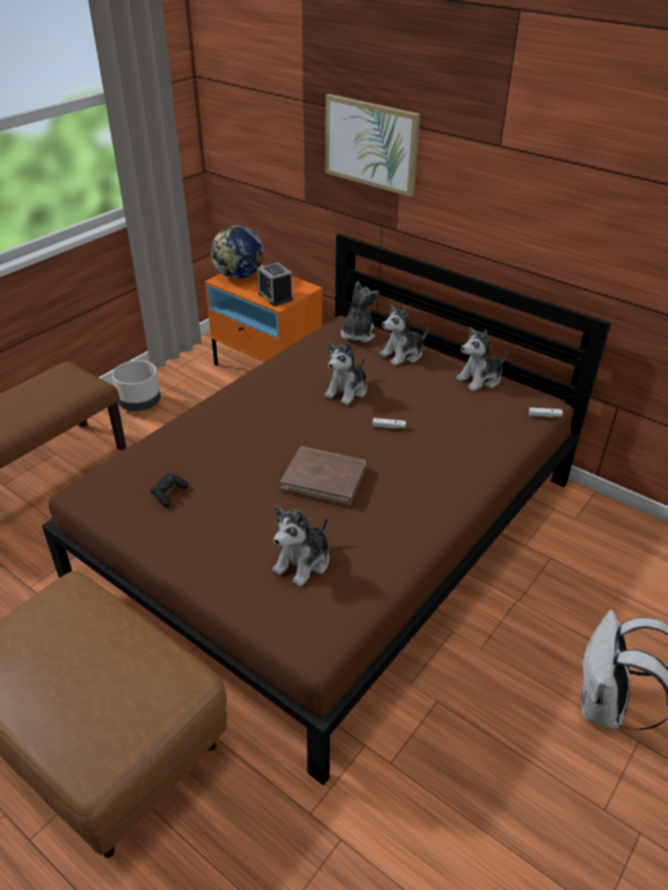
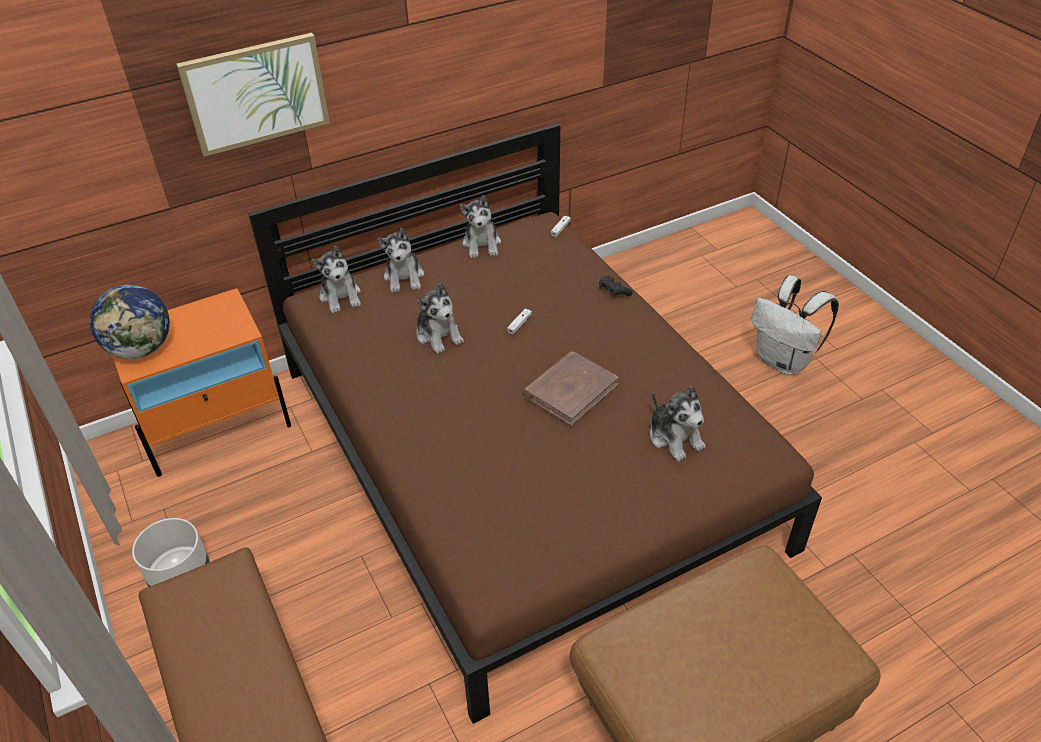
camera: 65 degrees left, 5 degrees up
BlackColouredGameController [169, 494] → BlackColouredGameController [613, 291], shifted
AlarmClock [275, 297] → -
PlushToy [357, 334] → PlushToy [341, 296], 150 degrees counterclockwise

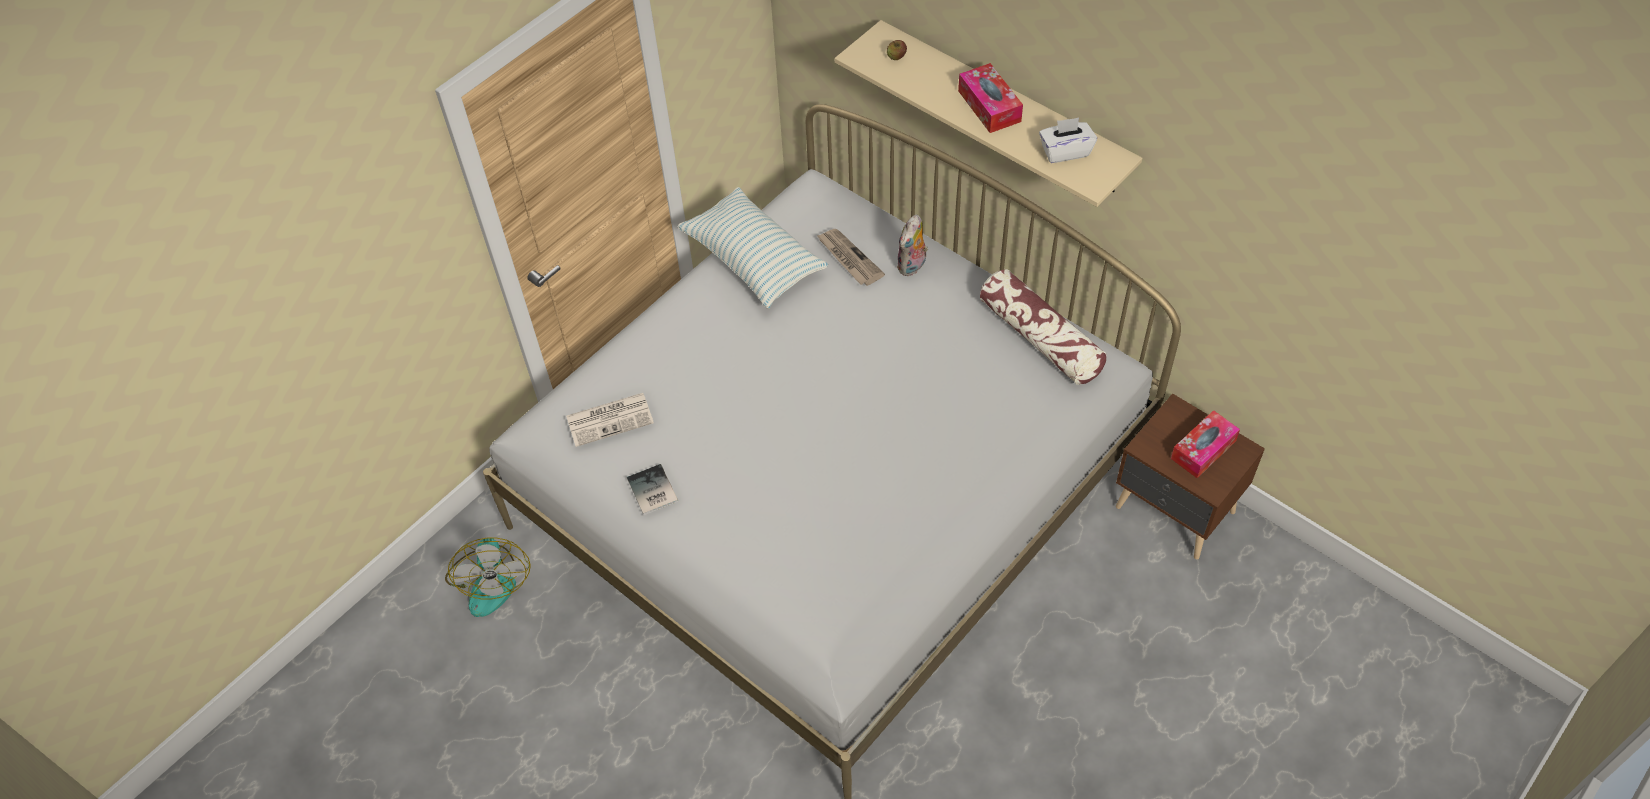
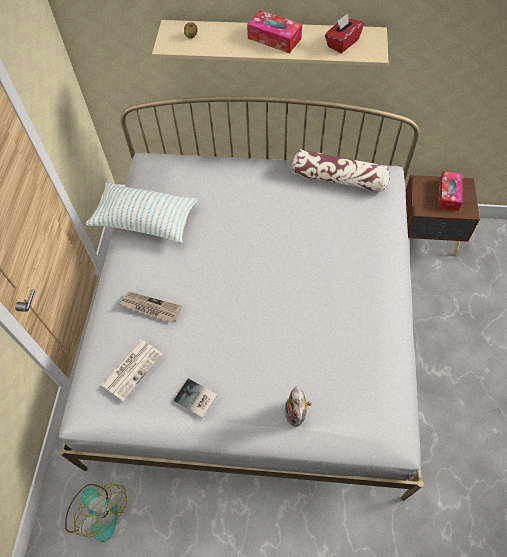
camera: 35 degrees left, 5 degrees up
PrintedPaper [849, 258] → PrintedPaper [150, 308], shifted
PlushToy [912, 266] → PlushToy [297, 414], shifted
WhiteColouredBoxOfTissues [1065, 151] → RedBoxOfTissues [342, 43]

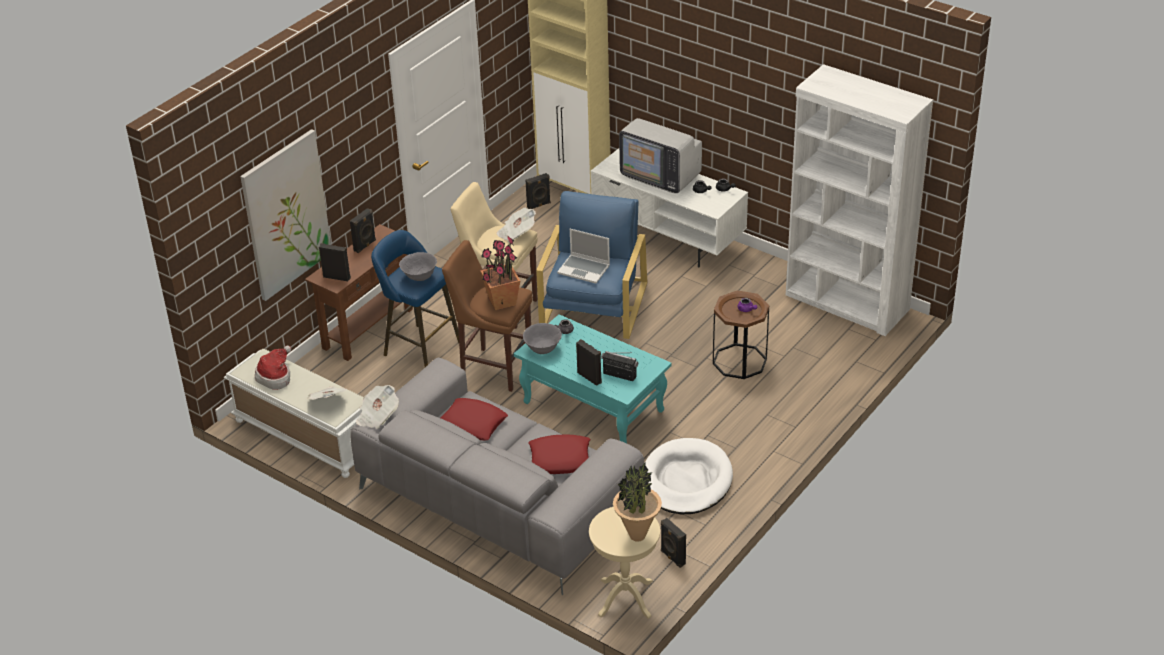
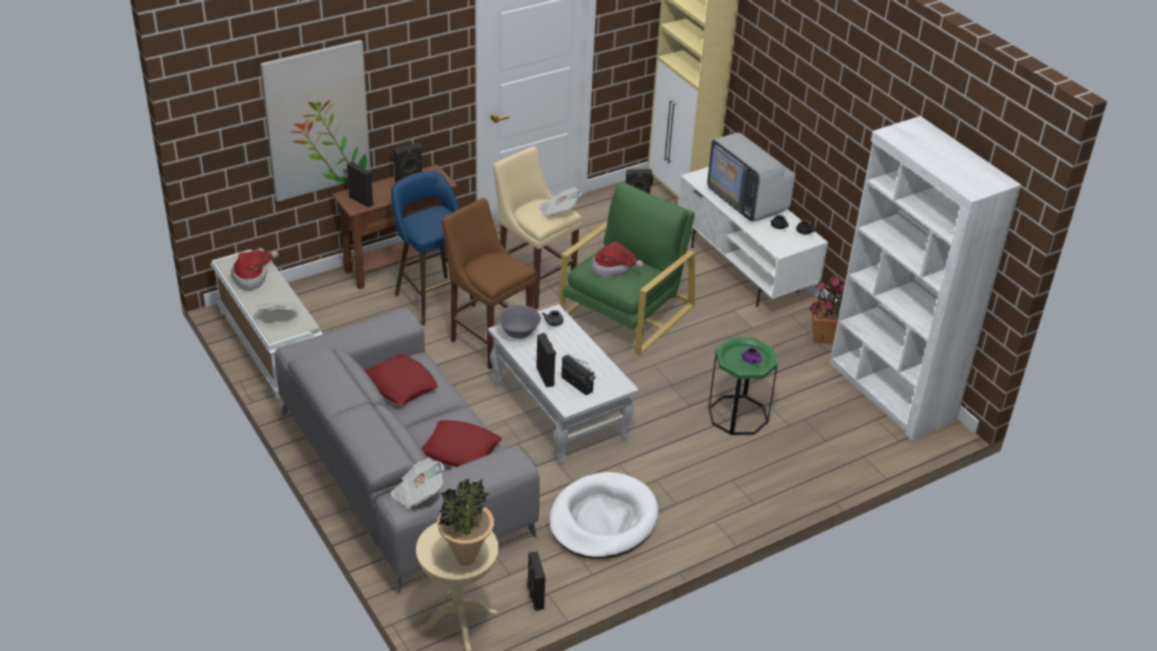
camera: 20 degrees right, 0 degrees up
PrintedPaper [377, 416] → PrintedPaper [418, 493], shifted
GreyishServingBowl [419, 277] → -
PottedPlant [501, 301] → PottedPlant [823, 336], shifted
TurquoiseColouredLowTable [592, 406] → WhiteColouredLowTable [558, 410]
BluishLoungeChair [593, 306] → GreenLoungeChair [626, 312]
PortableComputer [584, 269] → ClothingHat [613, 269]
BrownishSideTable [739, 361] → GreenSideTable [738, 415]

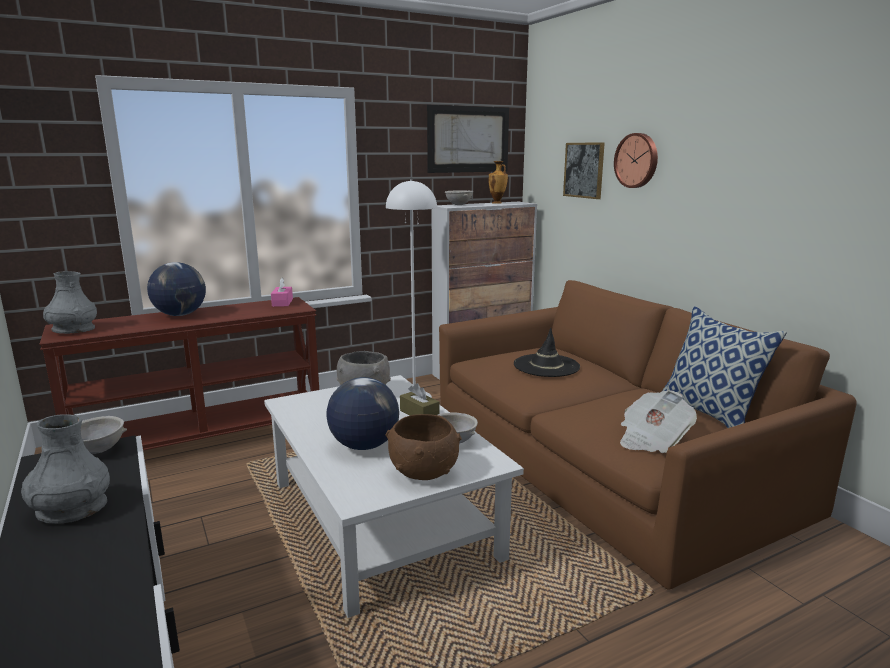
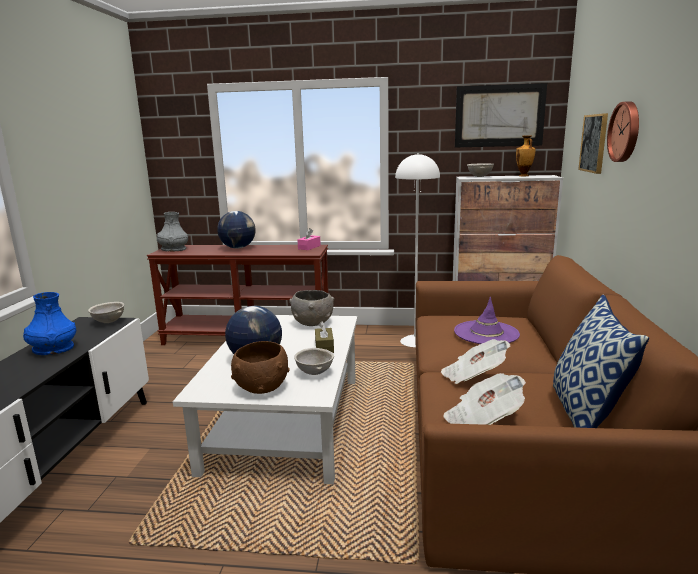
camera: 35 degrees right, 0 degrees up
GreyishFlowerVase [72, 509] → BluishFlowerVase [53, 349]
BlackColouredClothingHat [546, 366] → PurpleClothingHat [486, 333]
- → PrintedPaper [473, 376]

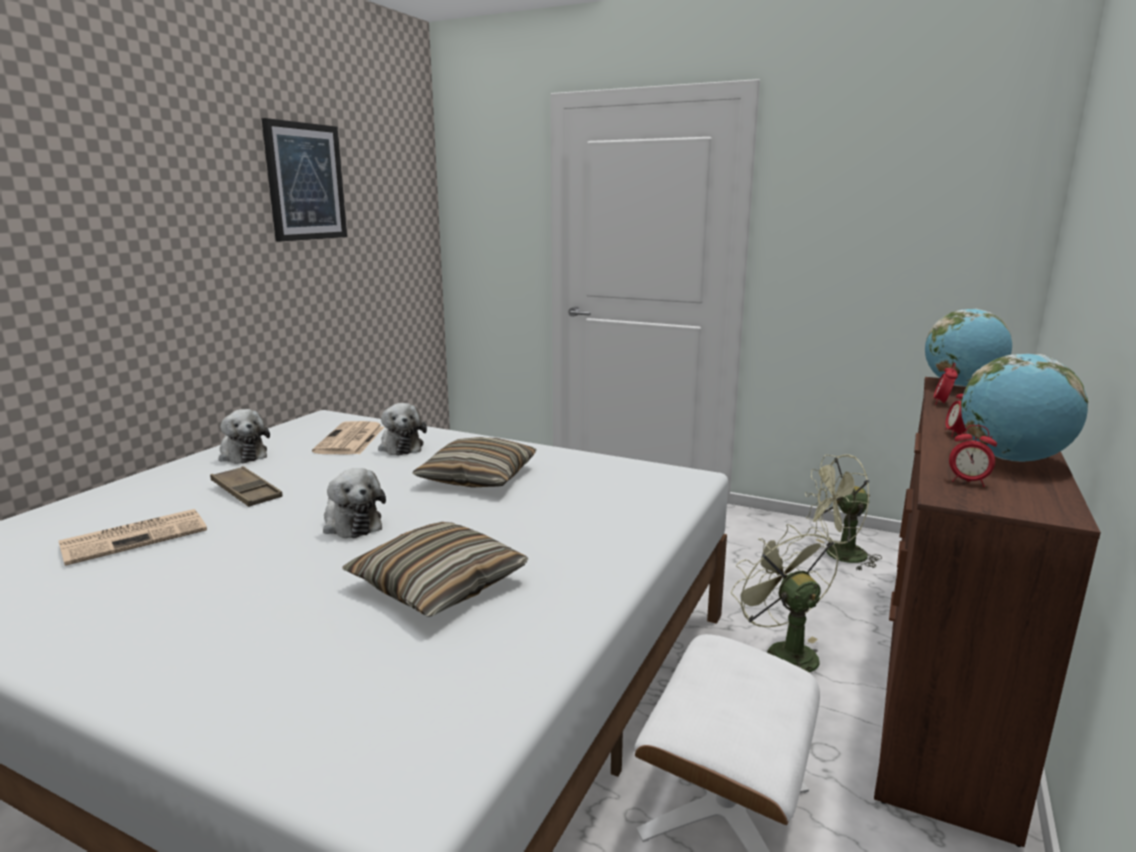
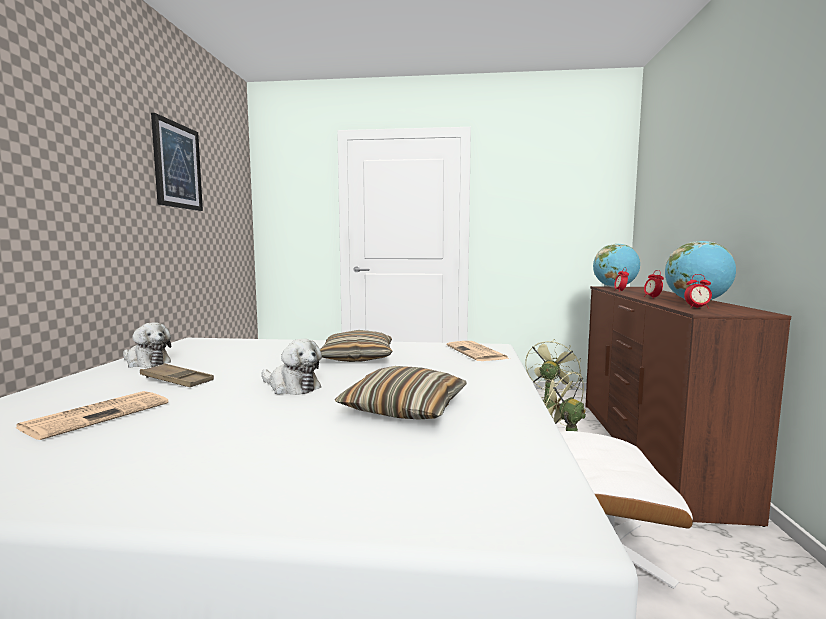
camera: 20 degrees left, 10 degrees down
PrintedPaper [350, 440] → PrintedPaper [477, 352], shifted
PlushToy [400, 446] → -
GreenFan [838, 556] → GreenFan [549, 404], 150 degrees clockwise

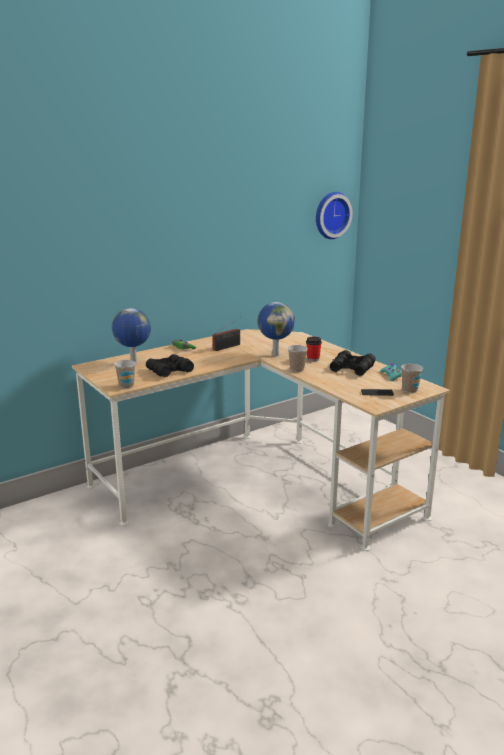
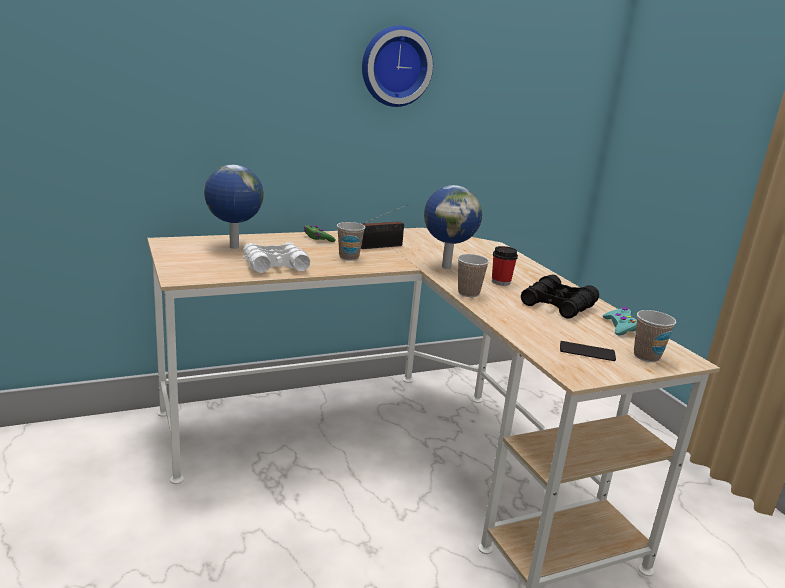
camera: 10 degrees right, 0 degrees up
Cup [126, 386] → Cup [349, 257], shifted
BlackColouredPairOfBinoculars [169, 371] → WhiteColouredPairOfBinoculars [275, 266]
HangingClock [331, 215] → HangingClock [395, 66], shifted

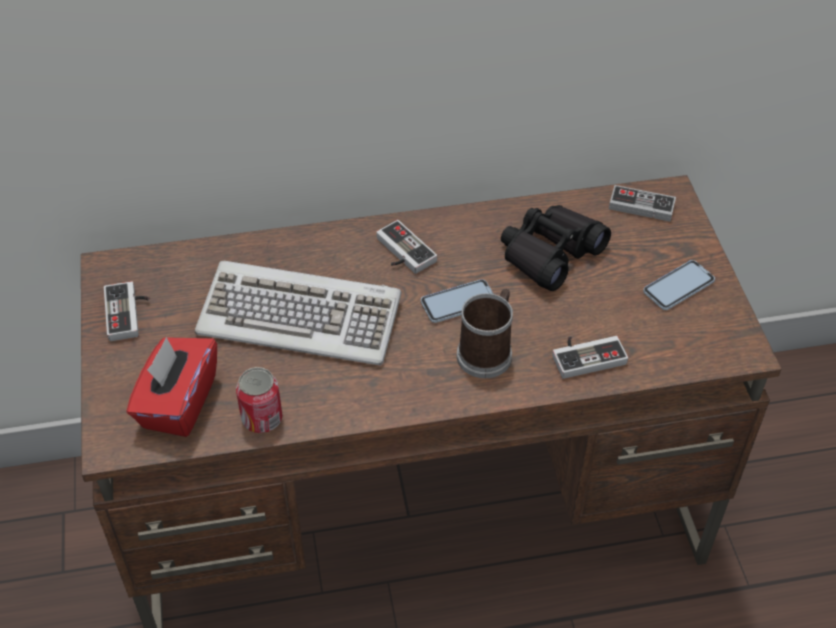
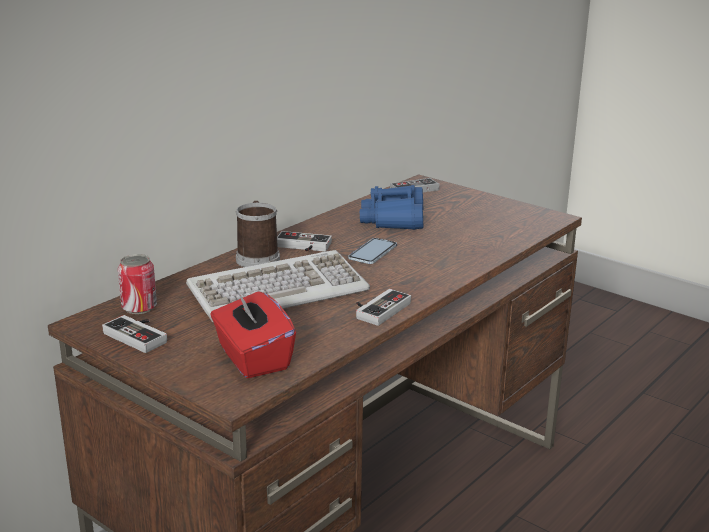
camera: 40 degrees left, 25 degrees down
Can [262, 418] → Can [139, 307], shifted
CoffeeMug [487, 352] → CoffeeMug [257, 257], shifted
BlackColouredPairOfBinoculars [550, 253] → BluishPairOfBinoculars [394, 219]
GameController [586, 355] → GameController [378, 309], shifted
Telephone [678, 286] → -

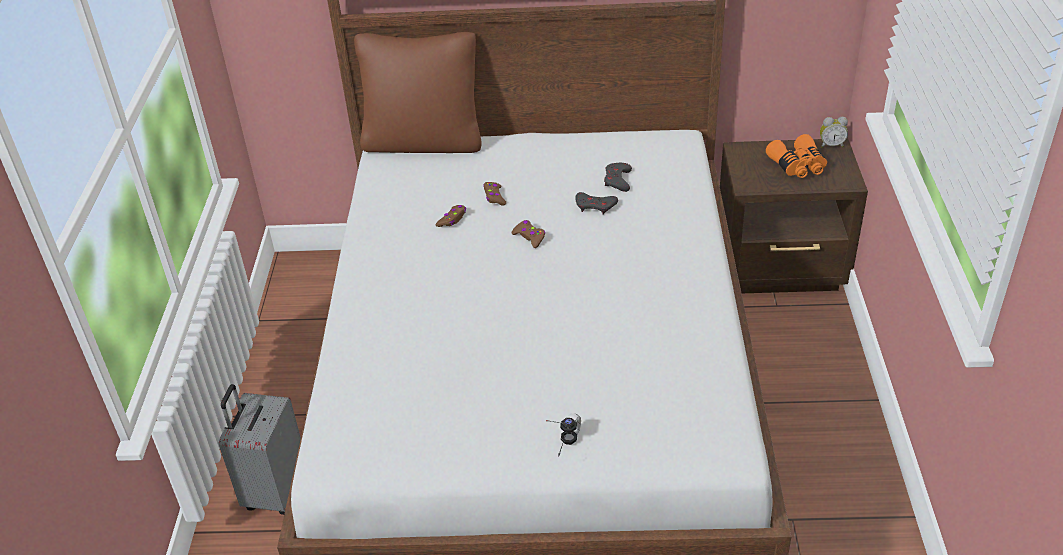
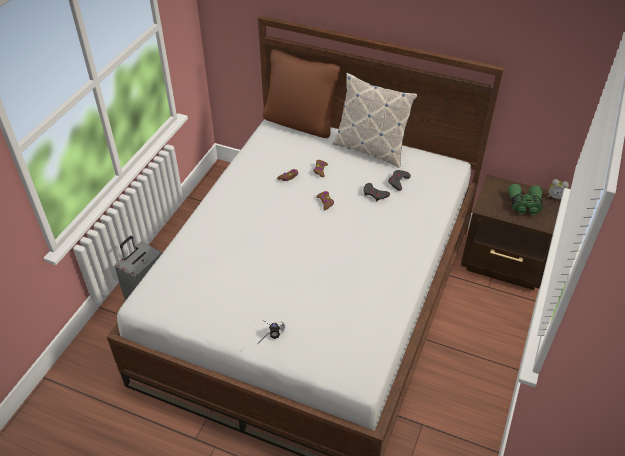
camera: 20 degrees right, 5 degrees up
OrangeyPairOfBinoculars [798, 166] → GreenPairOfBinoculars [525, 205]
- → ThrowPillow [370, 149]

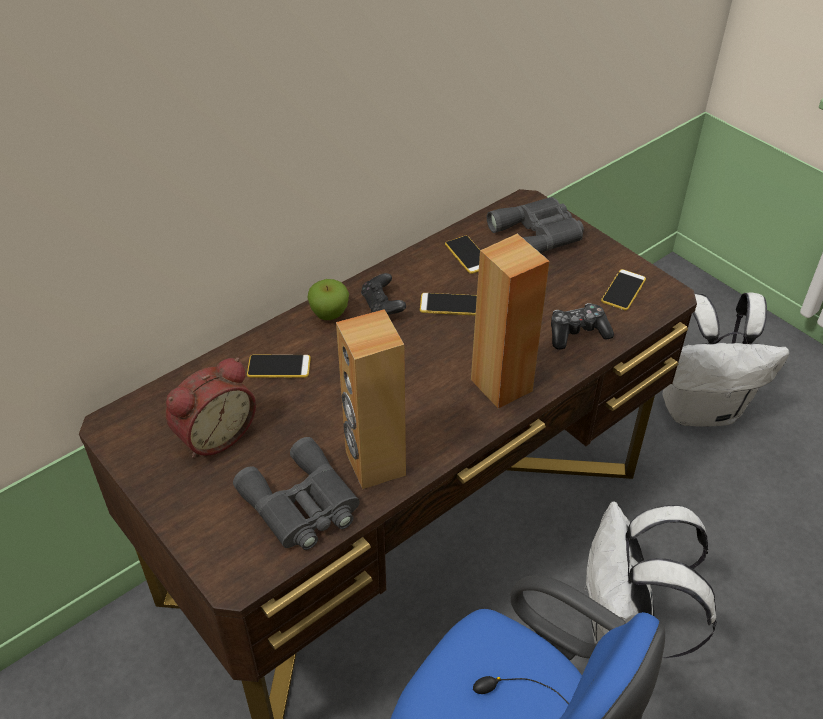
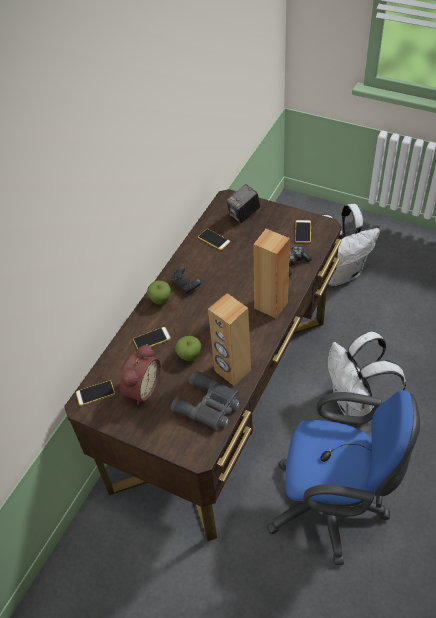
camera: 20 degrees left, 5 degrees up
Telephone [449, 305] → Telephone [95, 393], shifted
GreyishPairOfBinoculars [539, 234] → PhotoCamera [244, 215]
- → WholeApple [189, 356]

